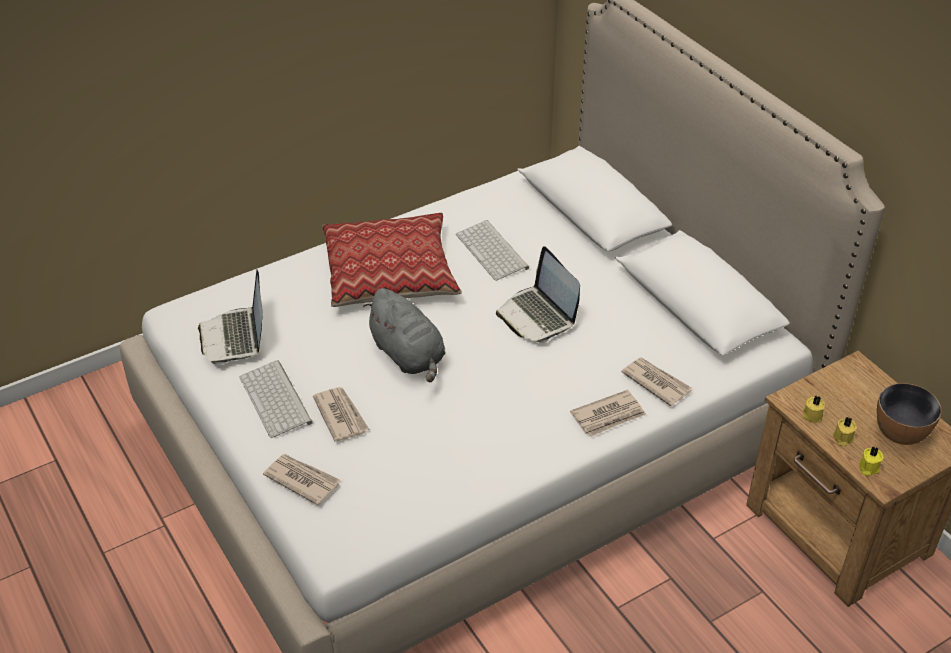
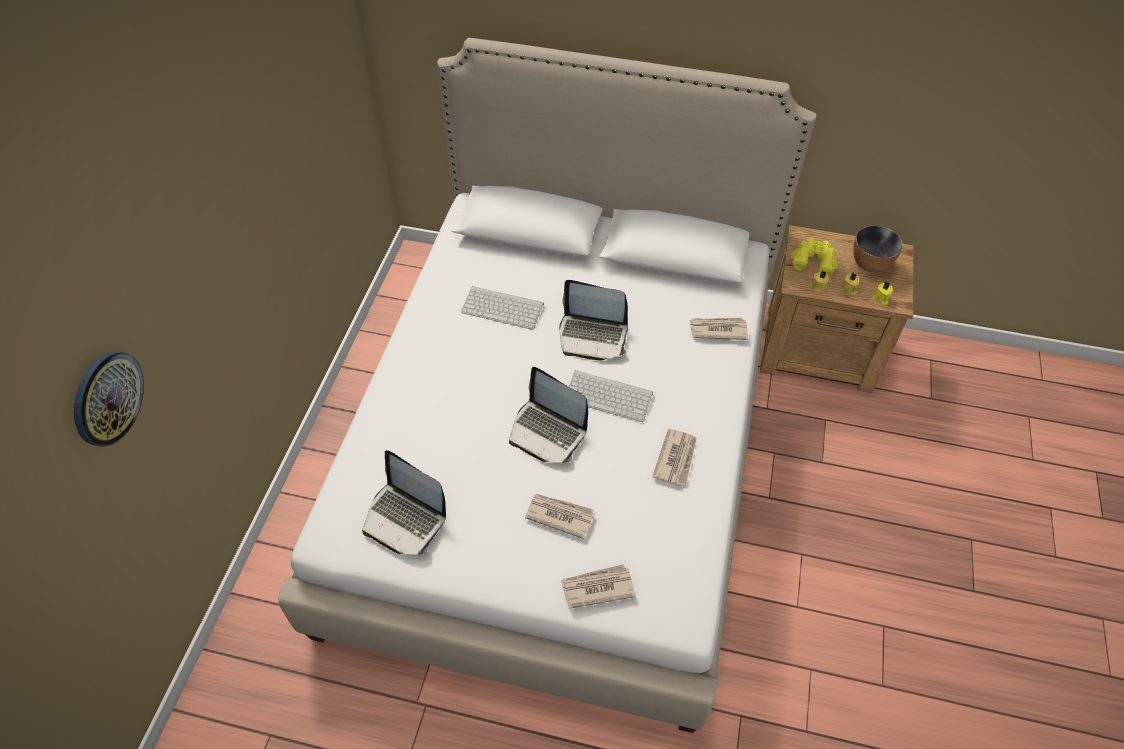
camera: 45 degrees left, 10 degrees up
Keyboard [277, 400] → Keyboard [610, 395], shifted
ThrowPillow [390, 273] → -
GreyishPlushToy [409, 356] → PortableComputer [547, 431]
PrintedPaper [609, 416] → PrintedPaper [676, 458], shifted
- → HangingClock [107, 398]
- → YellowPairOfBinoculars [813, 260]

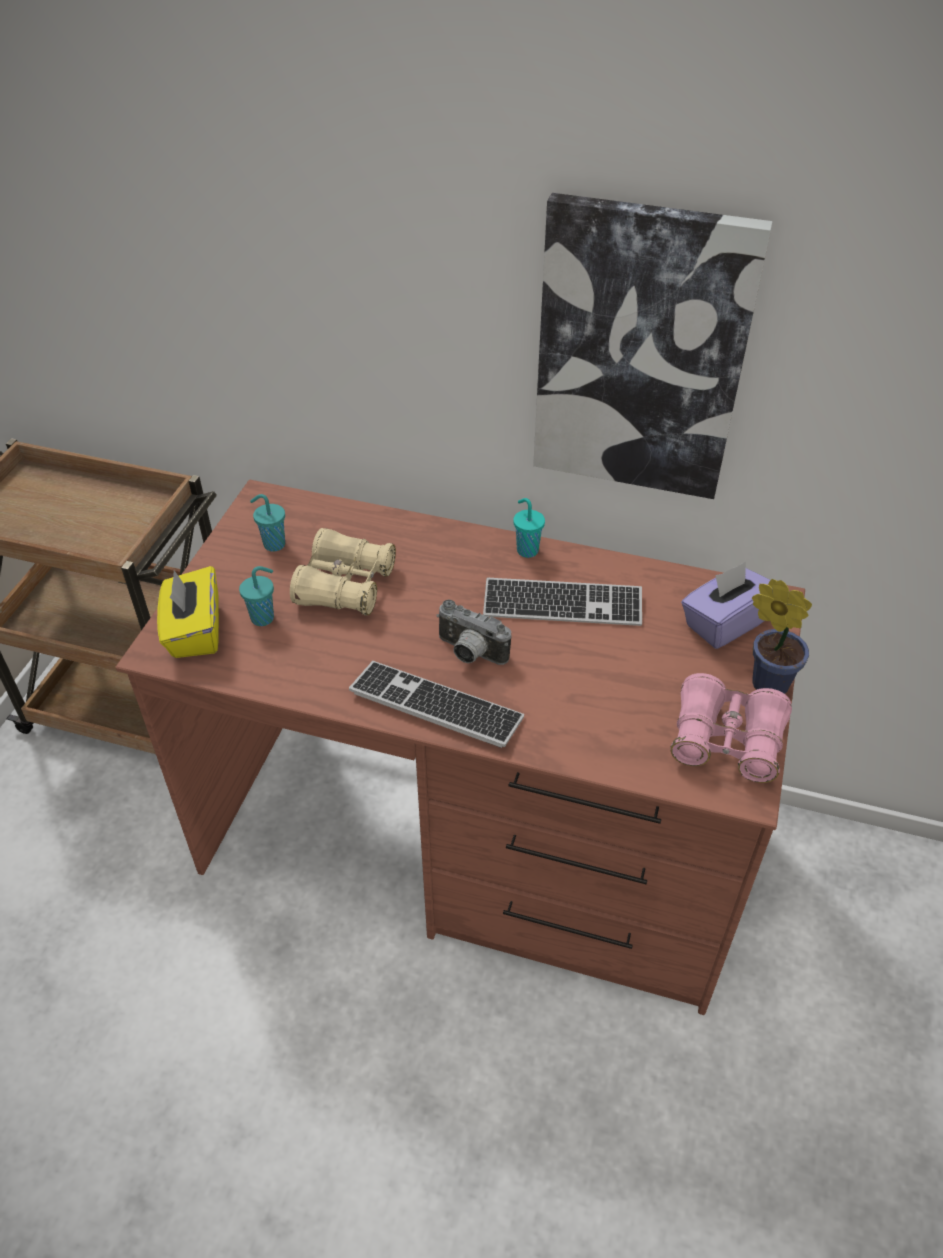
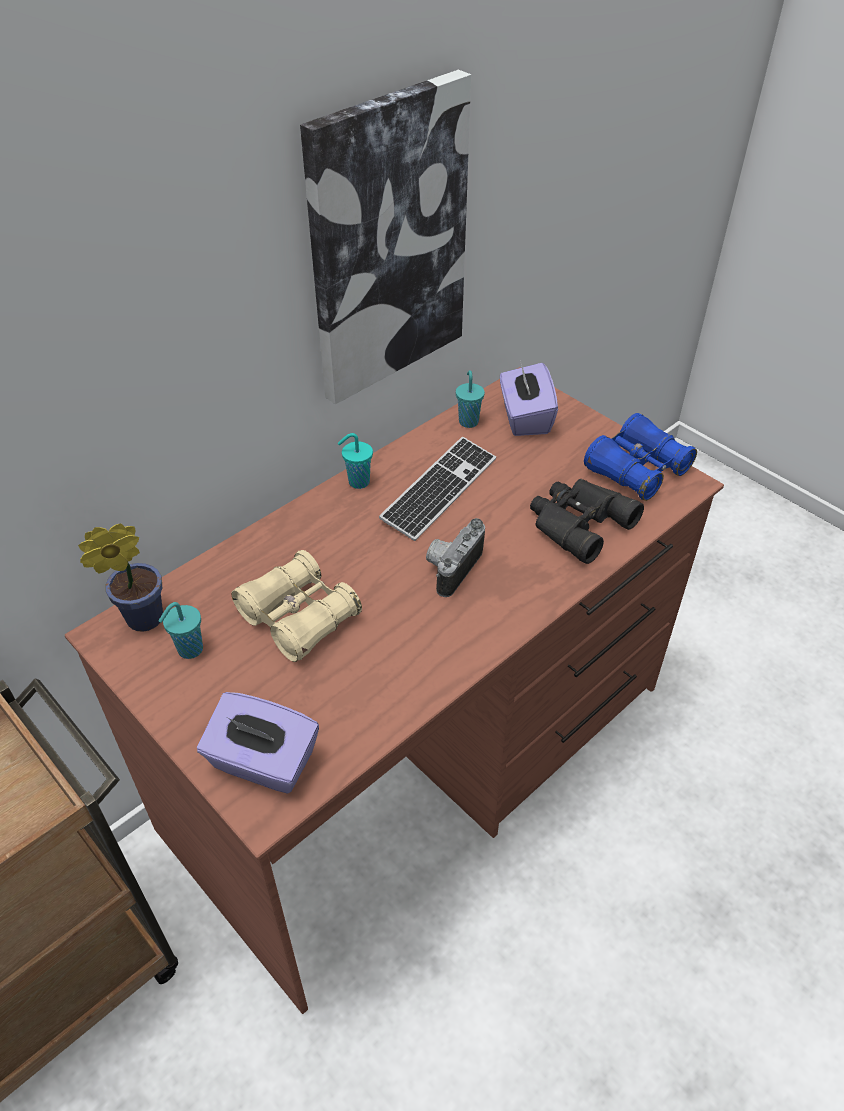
camera: 60 degrees left, 0 degrees up
YellowBoxOfTissues [194, 632] → PurpleBoxOfTissues [263, 762]
TurquoiseColouredCup [264, 618] → TurquoiseColouredCup [468, 421], shifted
Keyboard [436, 706] → -
PhotoCamera [469, 653] → PhotoCamera [451, 568], 150 degrees clockwise
PinkColouredPairOfBinoculars [726, 740] → BluishPairOfBinoculars [637, 470]
PottedPlant [765, 682] → PottedPlant [139, 619], shifted
- → BlackColouredPairOfBinoculars [577, 523]

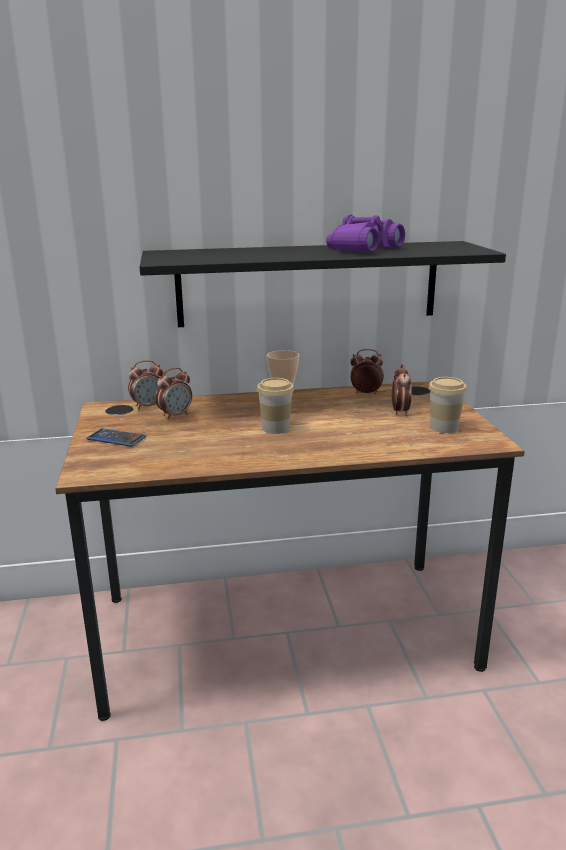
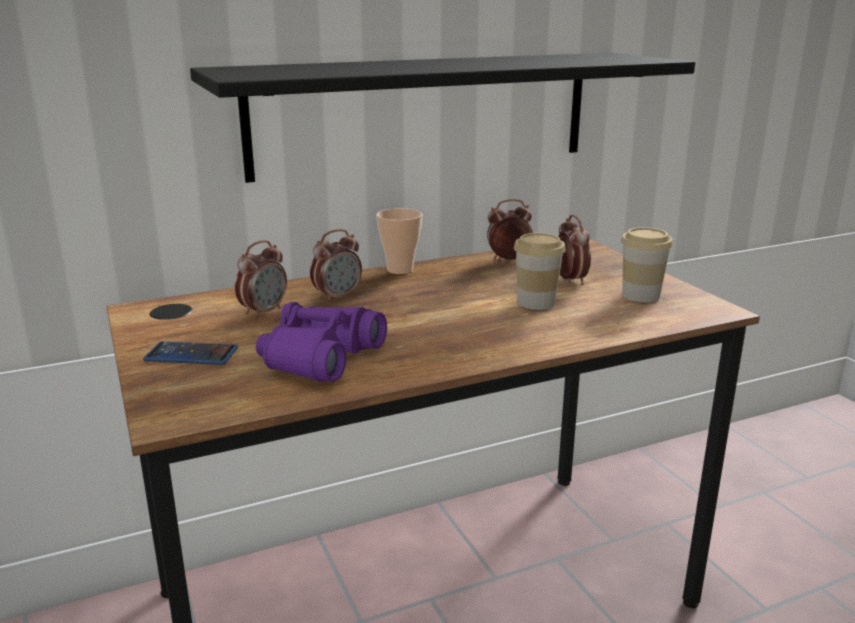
camera: 15 degrees left, 0 degrees up
AlarmClock [148, 406] → AlarmClock [337, 297], shifted
Cup [275, 428] → Cup [536, 302], shifted
PurplePairOfBinoculars [363, 249] → PurplePairOfBinoculars [320, 357], shifted

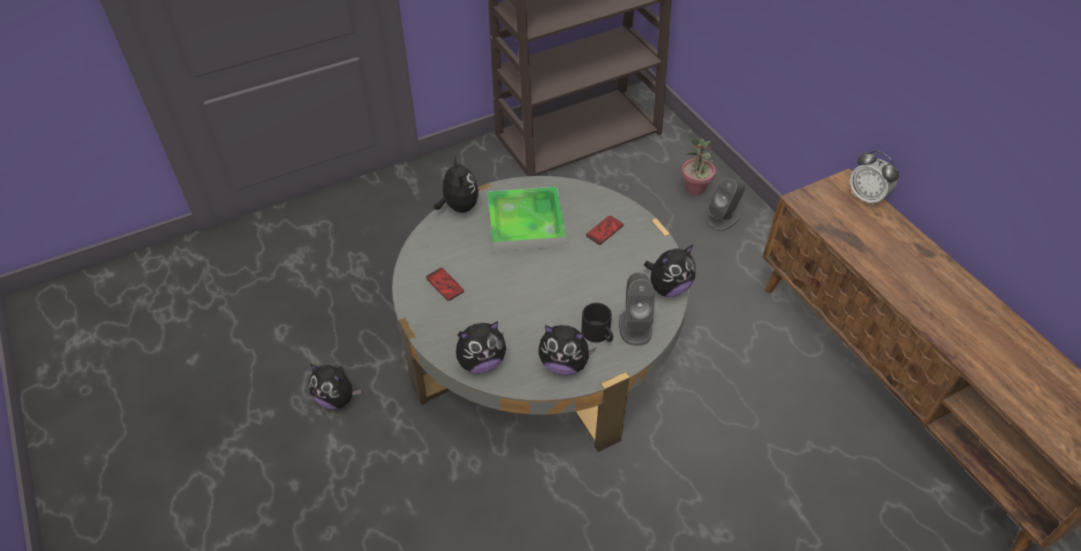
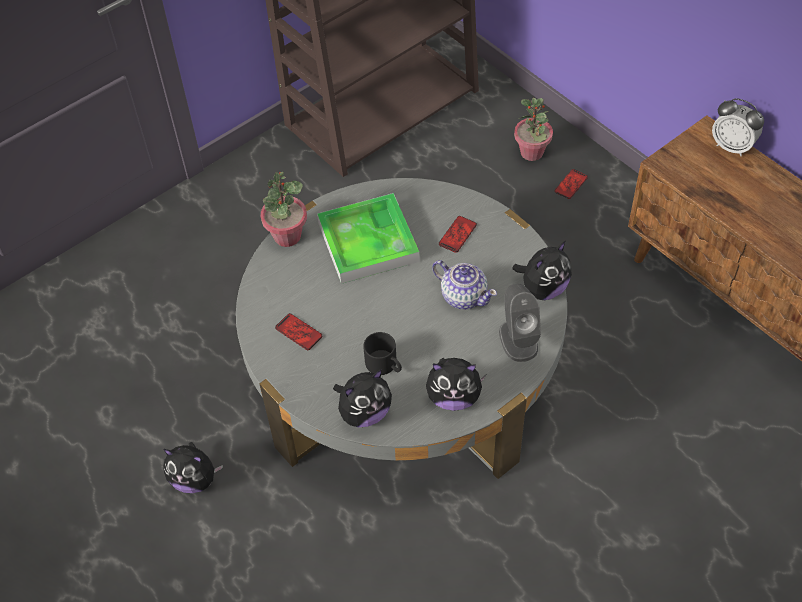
camera: 10 degrees left, 5 degrees up
PlushToy [459, 206] → PottedPlant [287, 236]
BlackColouredCoffeeMug [599, 334] → BlackColouredCoffeeMug [385, 365], shifted
GreyishSpeaker [723, 219] → Telephone [571, 184]
- → PotForTea [463, 296]

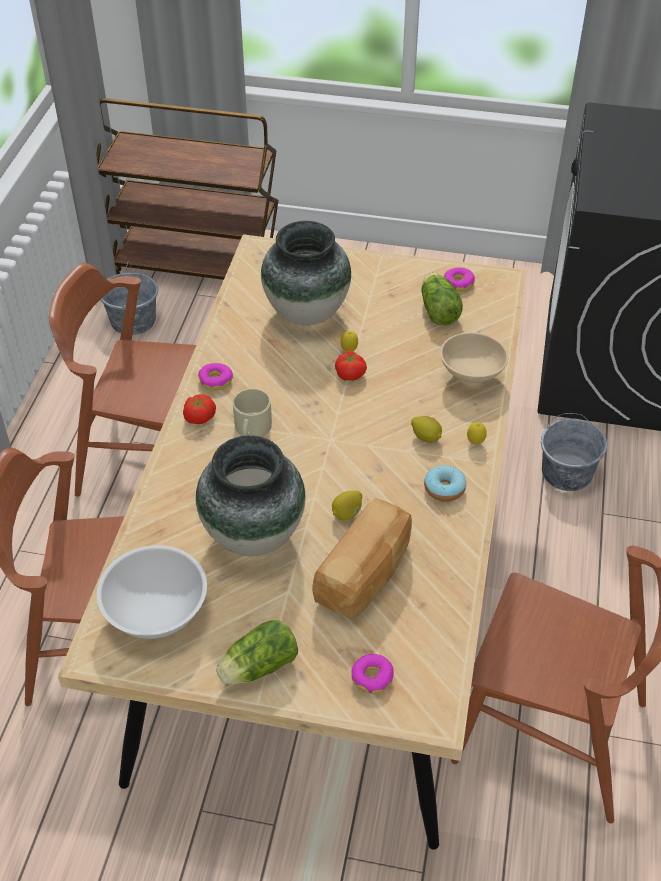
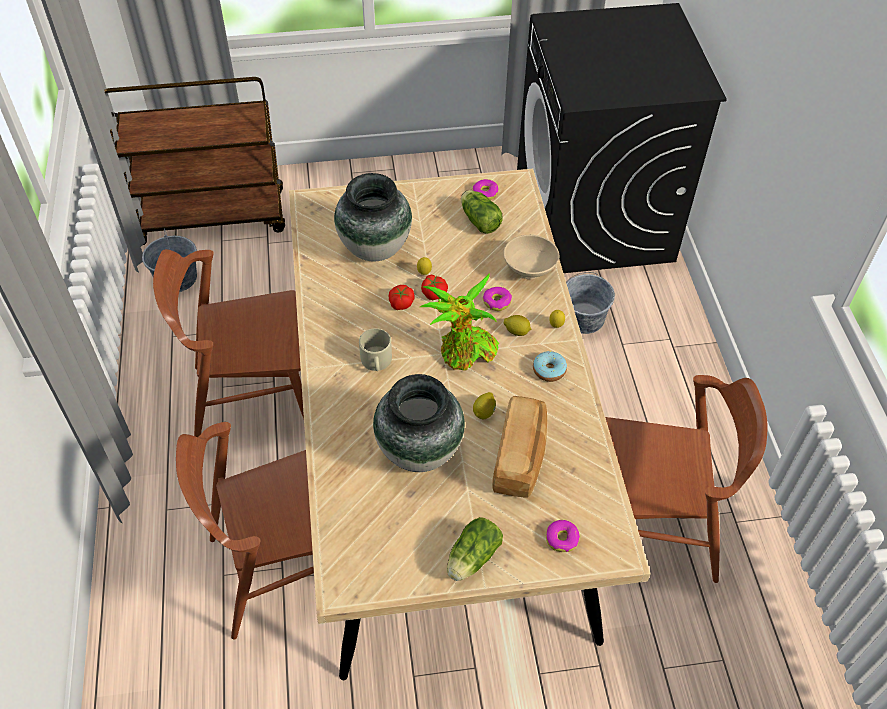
camera: 20 degrees left, 5 degrees up
WhiteColouredServingBowl [155, 611] → -
Tomato [199, 417] → Tomato [400, 303], shifted
Doughnut [216, 381] → Doughnut [497, 302], shifted
- → PottedPlant [464, 353]

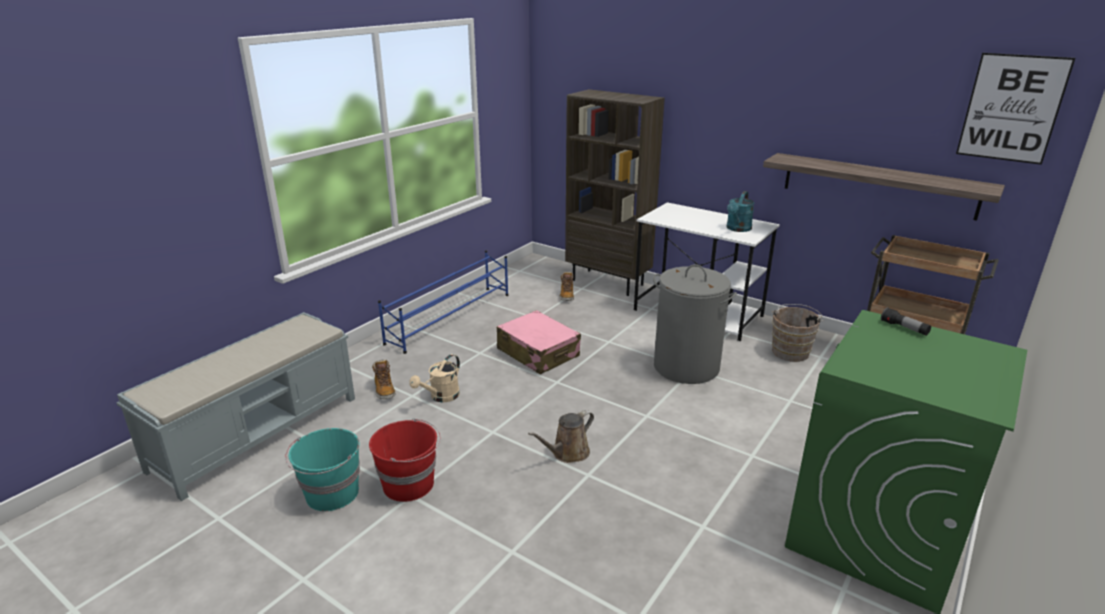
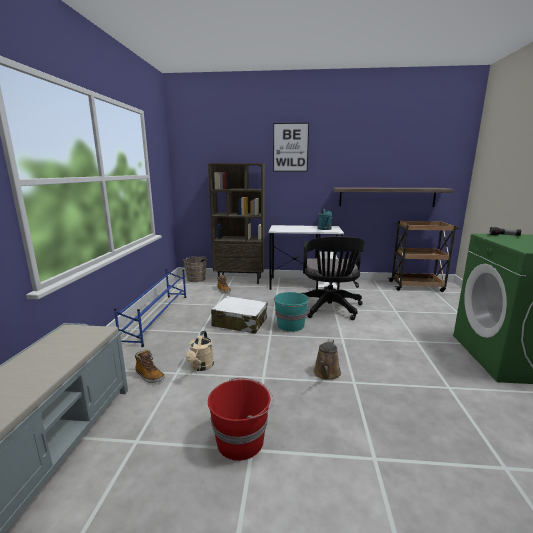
camera: 30 degrees left, 10 degrees down
TurquoiseColouredPail [332, 494] → TurquoiseColouredPail [291, 325], shifted
PinkColouredPieceOfLuggage [538, 353] → WhiteColouredPieceOfLuggage [240, 322]
GreyishLaundryBasket [685, 367] → BlackColouredDeskChair [329, 309]
BrownishPail [791, 351] → BrownishPail [196, 278], shifted
WallArt [1012, 108] → WallArt [290, 147], shifted

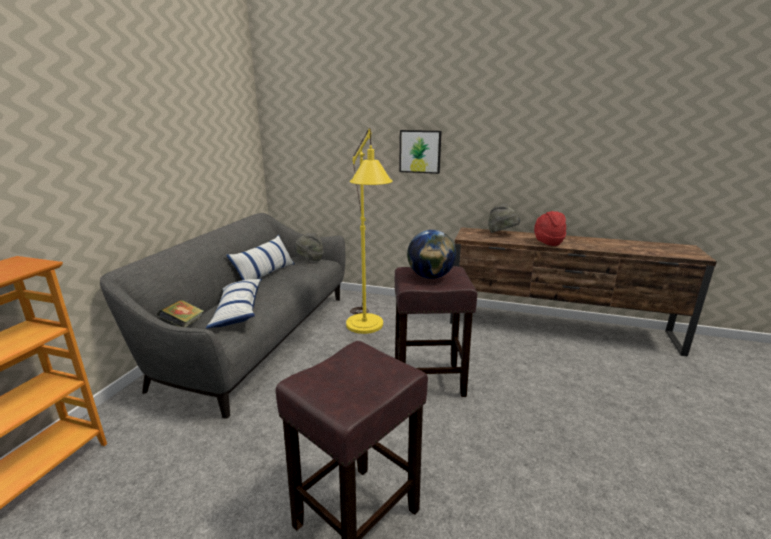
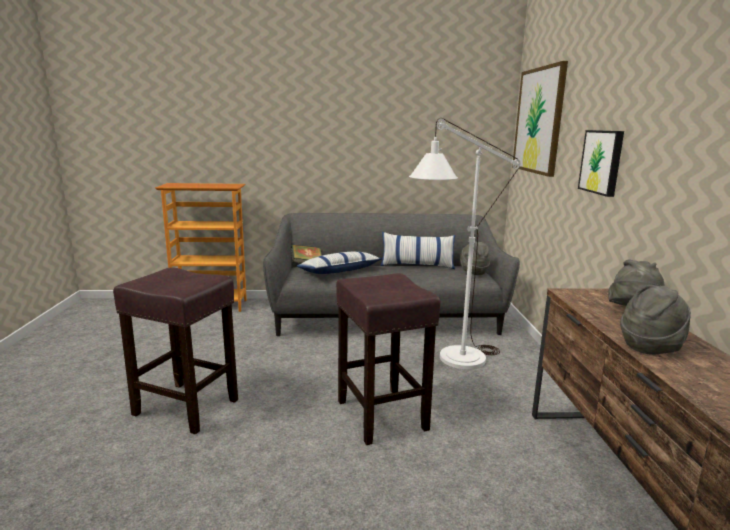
camera: 70 degrees right, 5 degrees down
YellowFloorLamp [366, 329] → WhiteColouredFloorLamp [452, 361]
DeskGlobe [430, 277] → -
RedClothingHat [547, 242] → GreyishClothingHat [651, 346]
- → WallArt [539, 120]

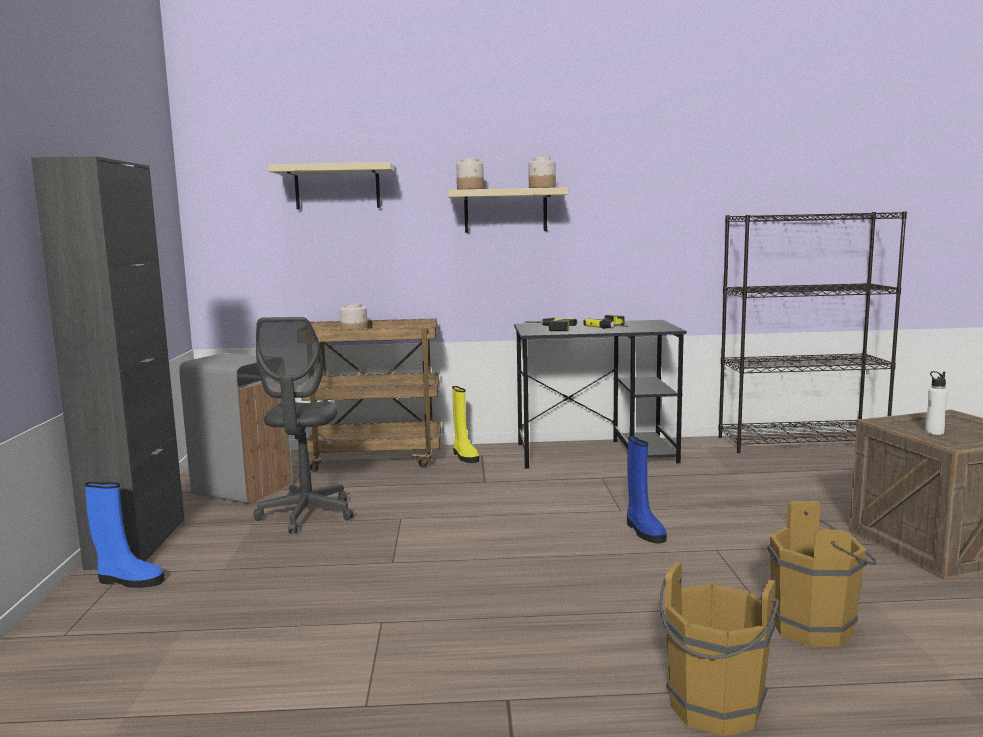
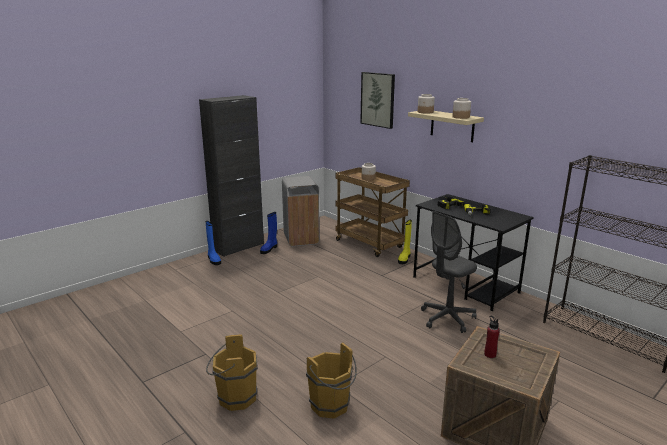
camera: 50 degrees right, 10 degrees up
GreyishDeskChair [307, 514] → GreyishDeskChair [447, 318], shifted
BeigeWallShelf [337, 187] → WallArt [378, 99]
BluishTallBoot [644, 531] → BluishTallBoot [269, 249], shifted
WhiteColouredDrinkBottle [934, 432] → RedDrinkBottle [490, 354]

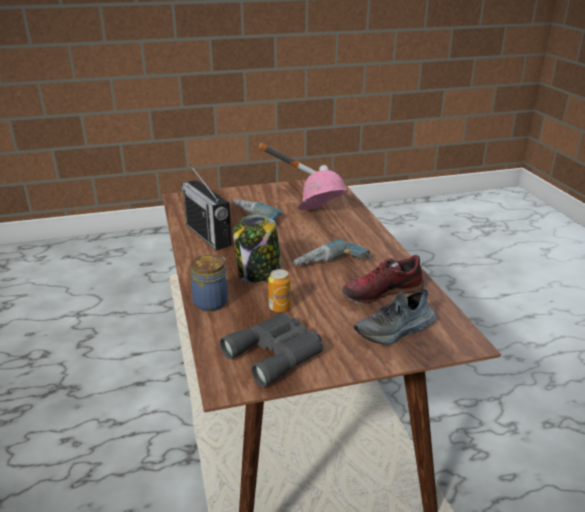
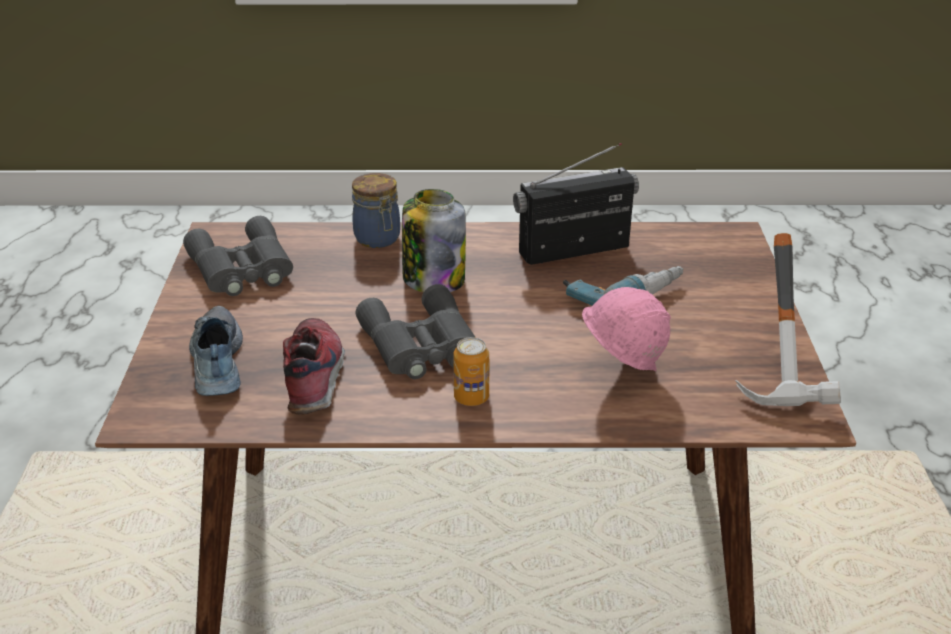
camera: 105 degrees right, 5 degrees up
Can [279, 307] → Can [471, 398], shifted
ElectricDrill [332, 265] → GreyishPairOfBinoculars [420, 346]

